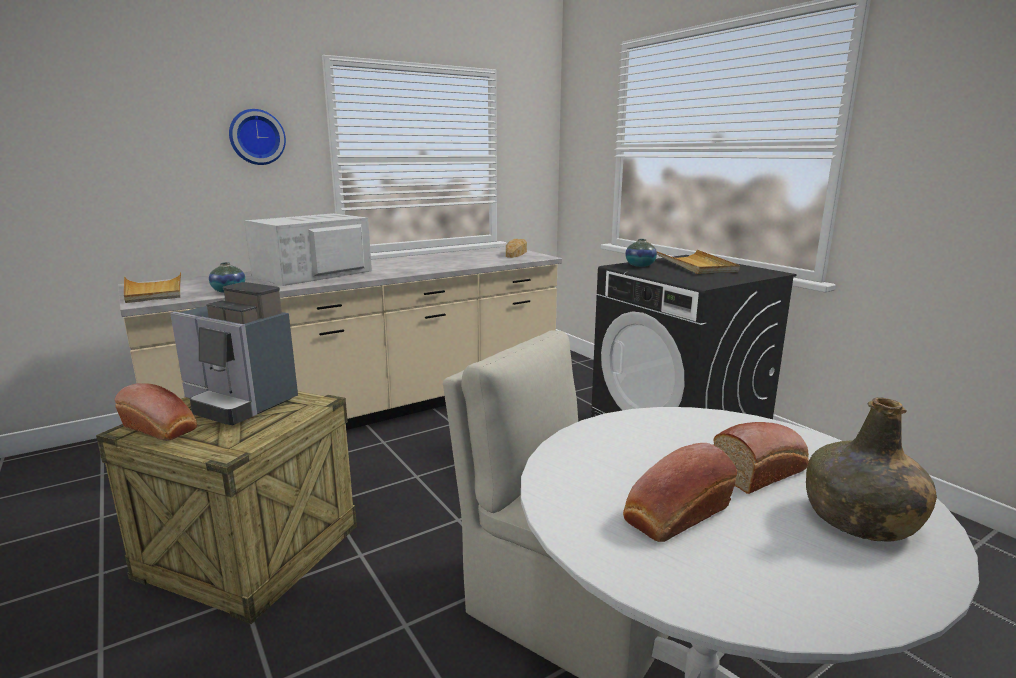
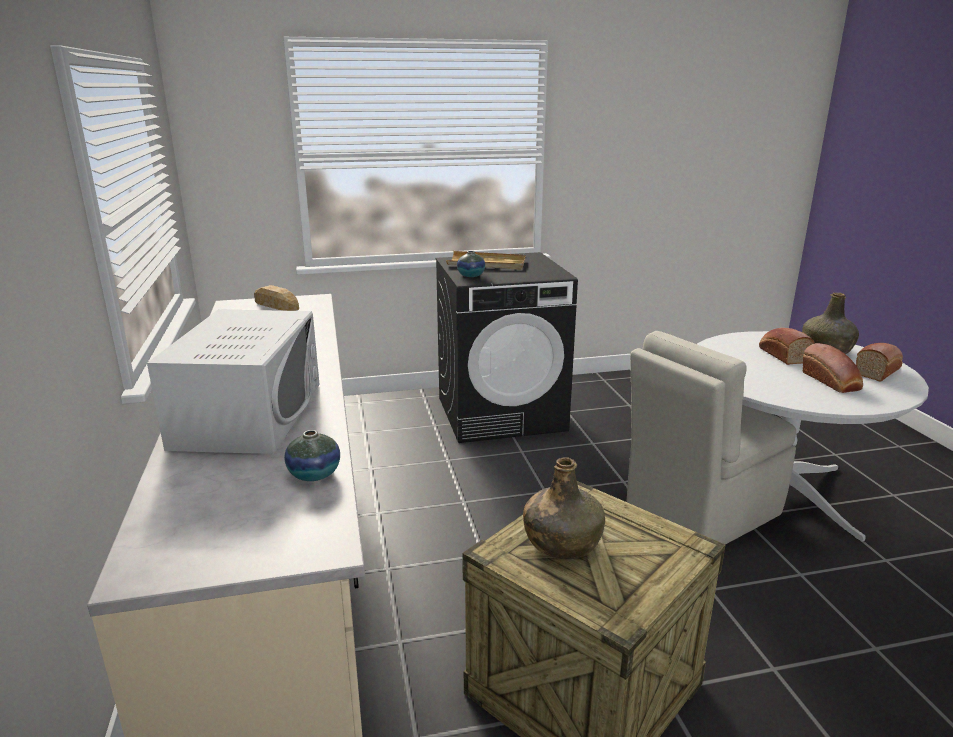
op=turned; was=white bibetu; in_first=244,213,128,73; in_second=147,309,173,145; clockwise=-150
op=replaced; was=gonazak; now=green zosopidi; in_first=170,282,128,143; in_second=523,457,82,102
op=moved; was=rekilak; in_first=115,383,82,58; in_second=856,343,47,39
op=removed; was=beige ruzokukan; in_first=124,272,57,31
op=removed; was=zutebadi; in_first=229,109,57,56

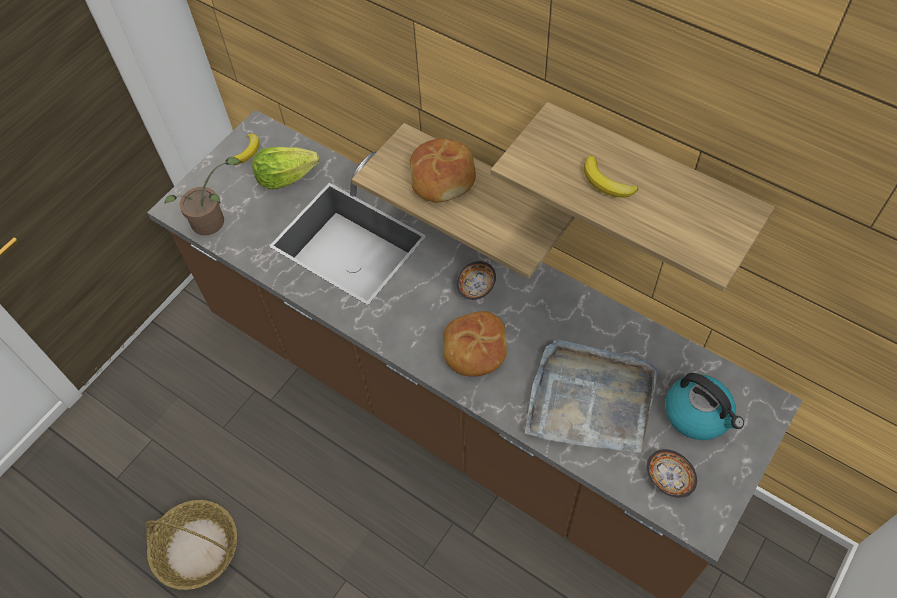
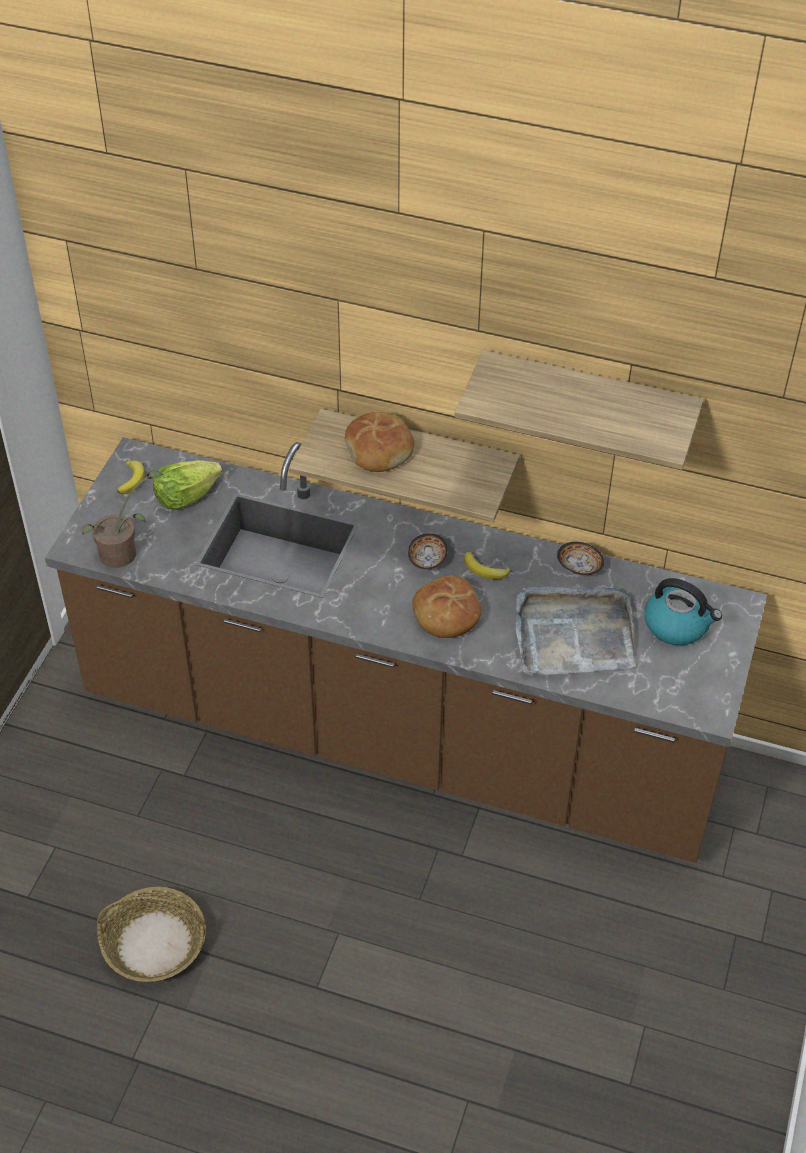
op=moved; was=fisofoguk; in_first=584,156,54,42; in_second=464,552,47,27
op=moved; was=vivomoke; in_first=647,449,50,49; in_second=557,542,47,33

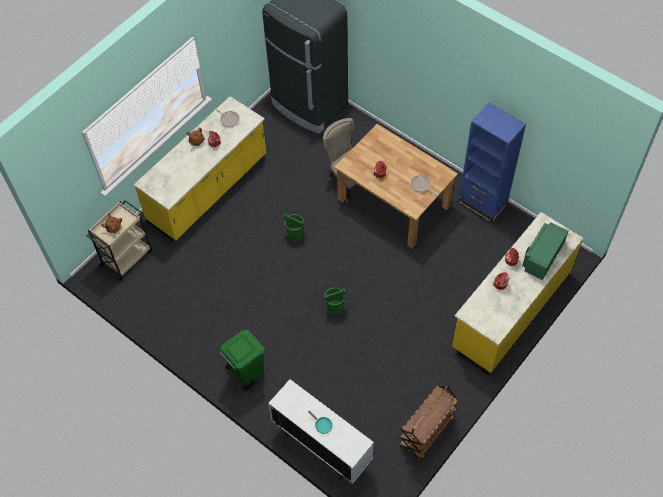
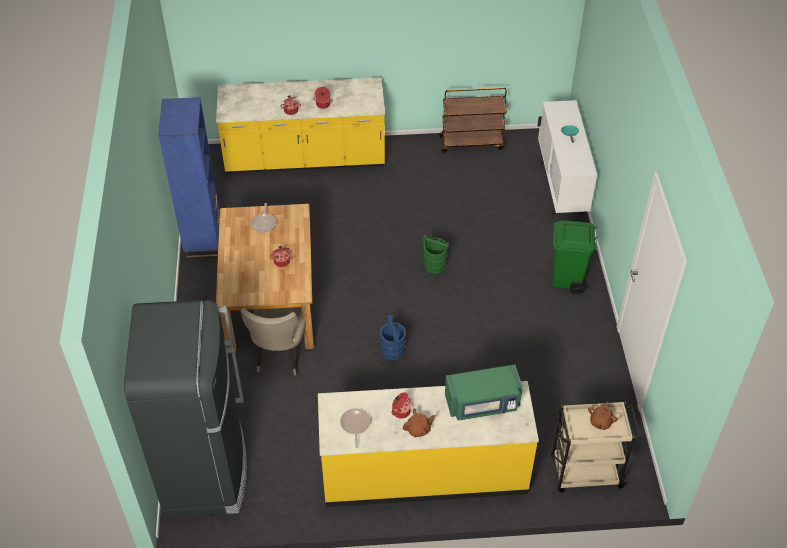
op=recoloured; was=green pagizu; now=blue pagizu; in_first=284,213,20,29; in_second=380,316,26,44
op=moved; was=green bibetu; in_first=522,222,46,58; in_second=445,364,78,57

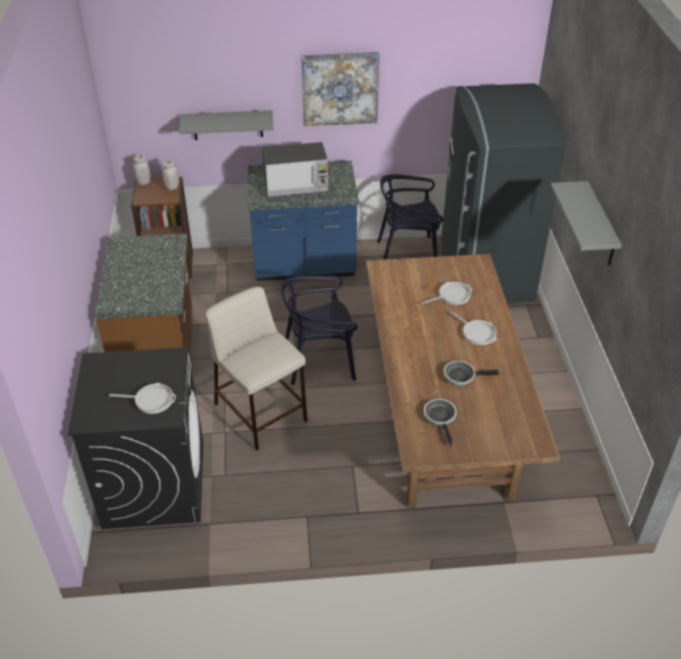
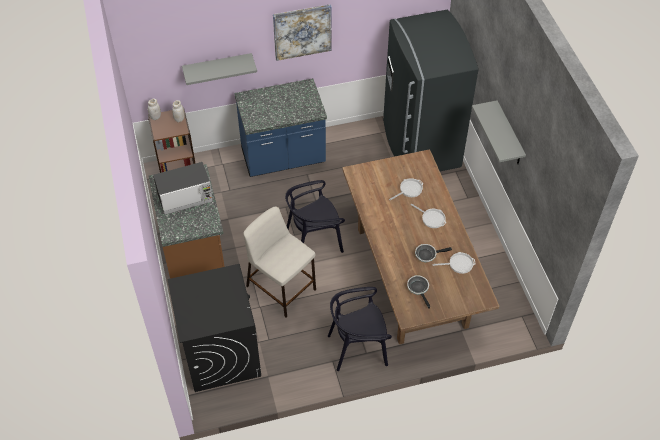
op=moved; was=bibetu; in_first=262,142,66,55; in_second=153,162,60,53
op=moved; was=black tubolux; in_first=377,174,66,86; in_second=328,287,64,84
op=moved; was=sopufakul; in_first=109,383,67,31; in_second=433,252,43,22

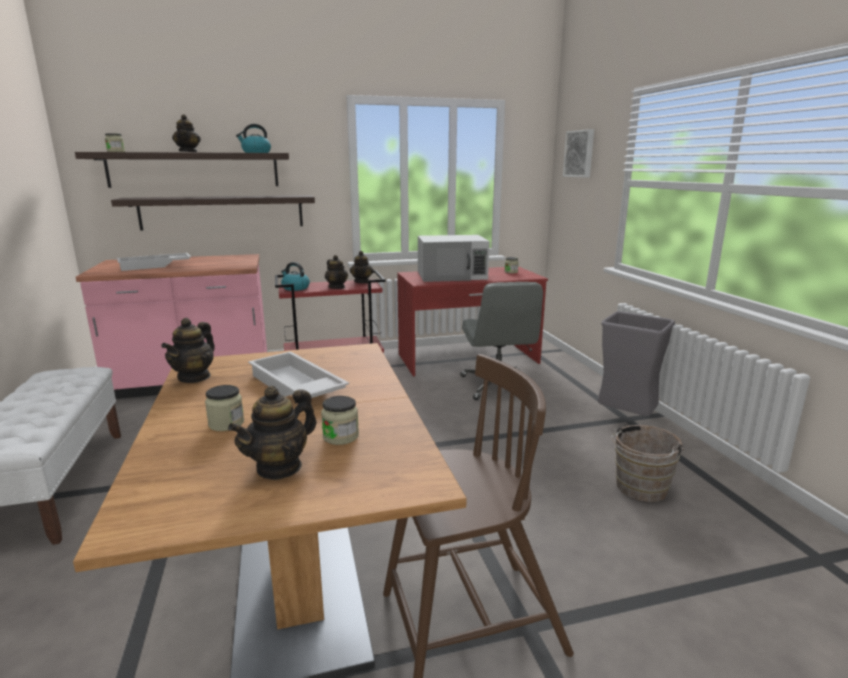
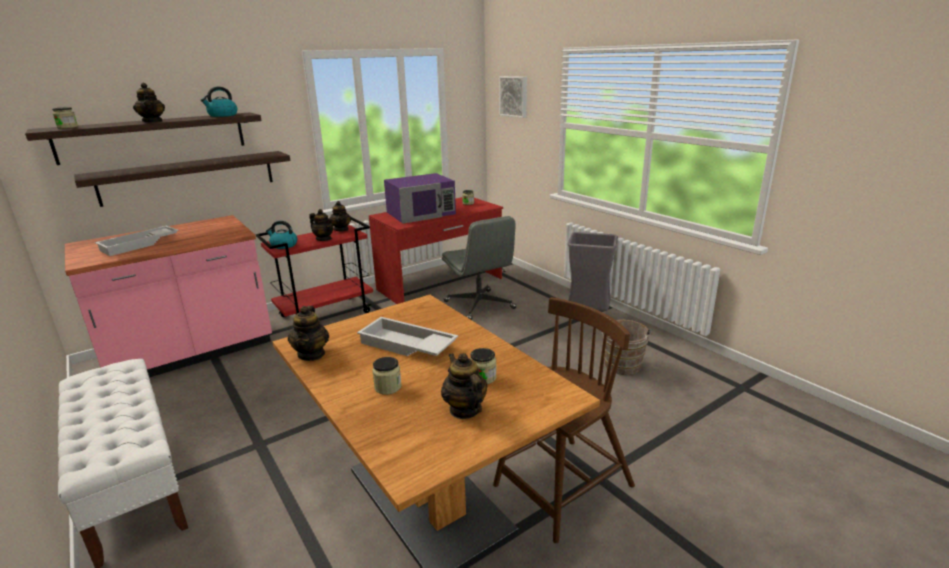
op=recoloured; was=white bibetu; now=purple bibetu; in_first=418,235,72,47; in_second=384,173,72,50
op=turned; was=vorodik; in_first=228,386,89,94; in_second=441,353,46,66; clockwise=135

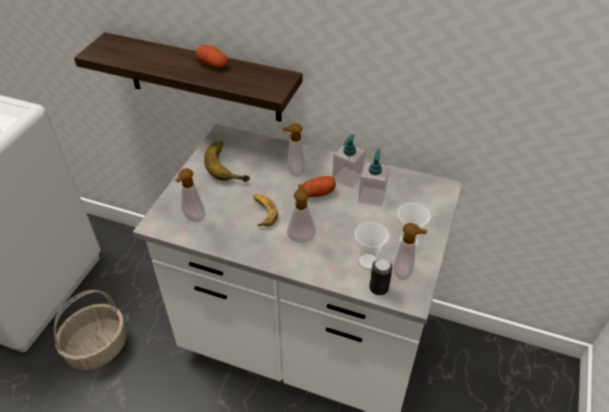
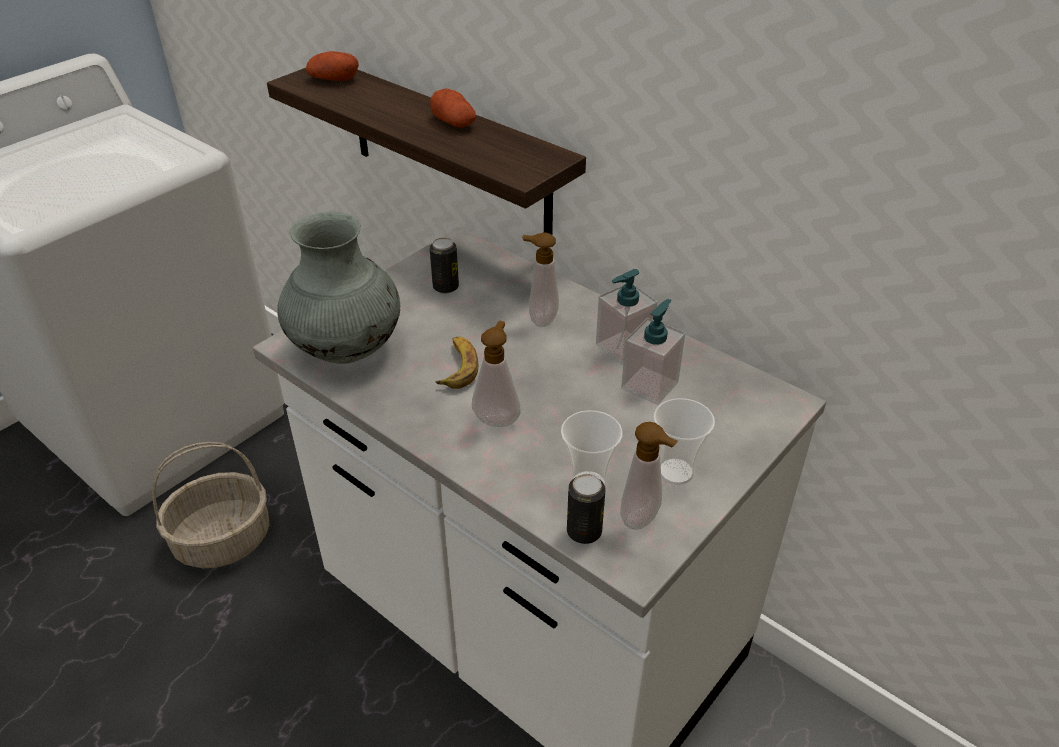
op=replaced; was=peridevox; now=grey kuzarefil; in_first=174,168,31,54; in_second=277,211,123,153
op=moved; was=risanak; in_first=303,176,33,21; in_second=306,51,53,30
op=replaced; was=fisofoguk; now=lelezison; in_first=204,141,46,41; in_second=430,238,29,56

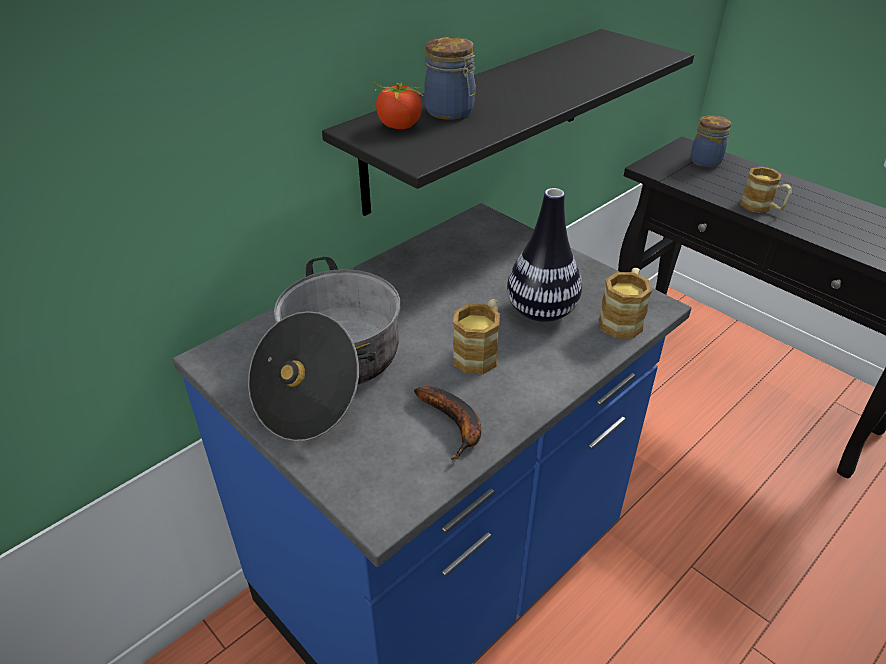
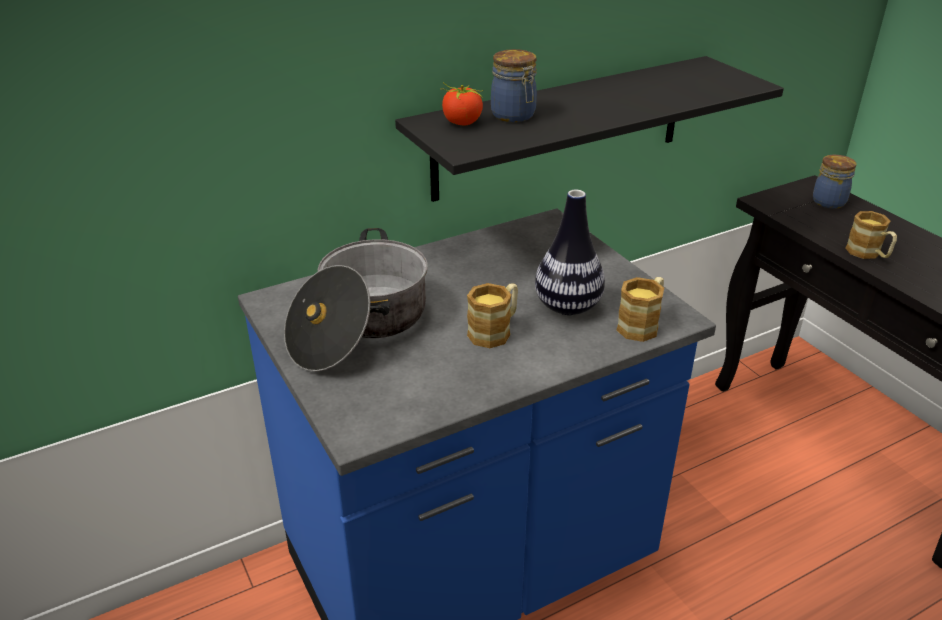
op=removed; was=fisofoguk; in_first=414,386,67,74

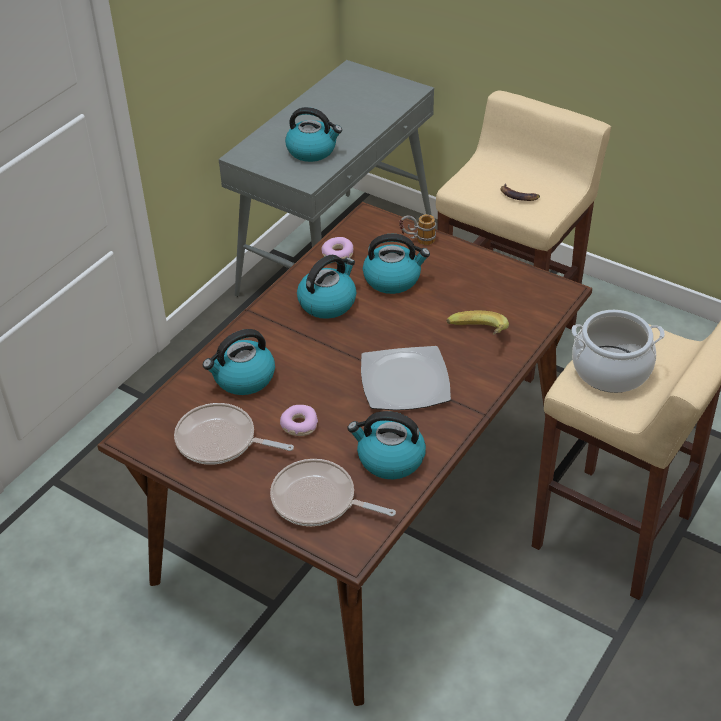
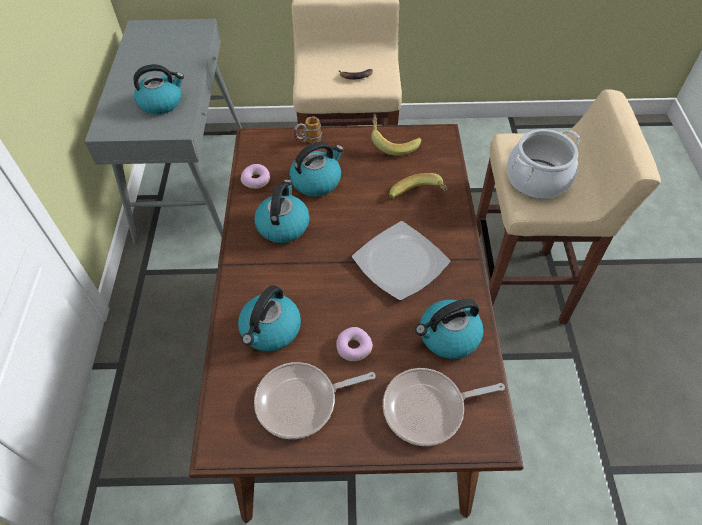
op=added; now=fisofoguk; in_second=371,114,50,42

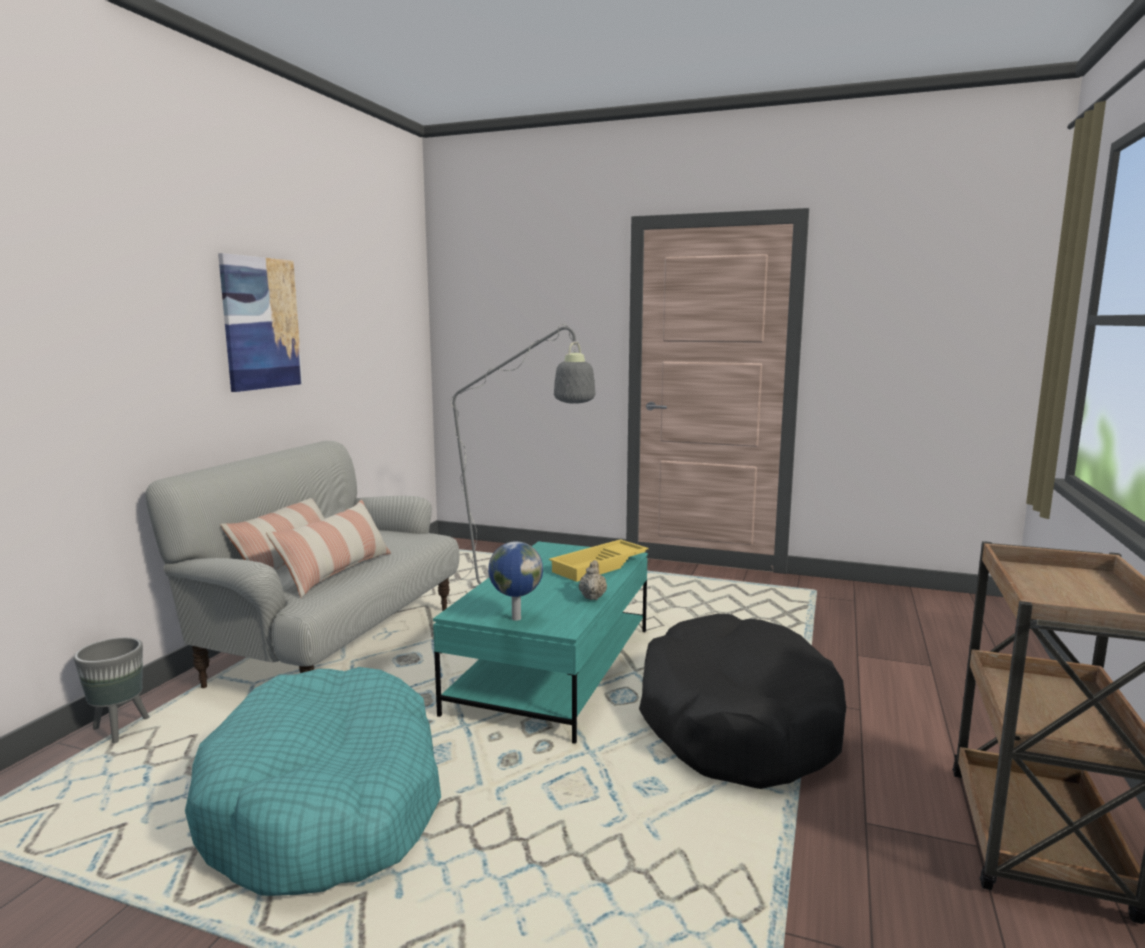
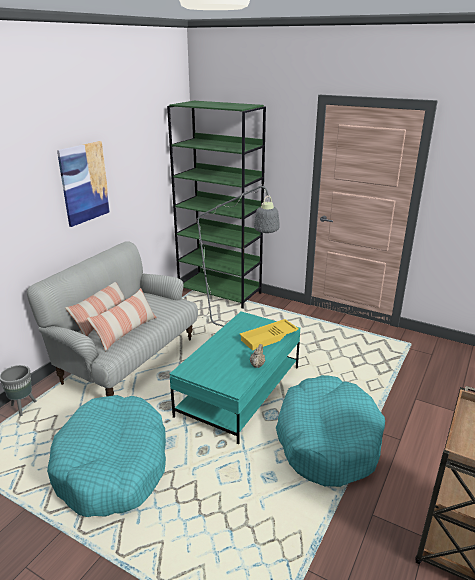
op=added; now=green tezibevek; in_second=167,101,99,208
op=recoloured; was=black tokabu; now=turquoise tokabu; in_first=639,614,207,175; in_second=276,375,109,112
op=removed; was=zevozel; in_first=488,541,55,80

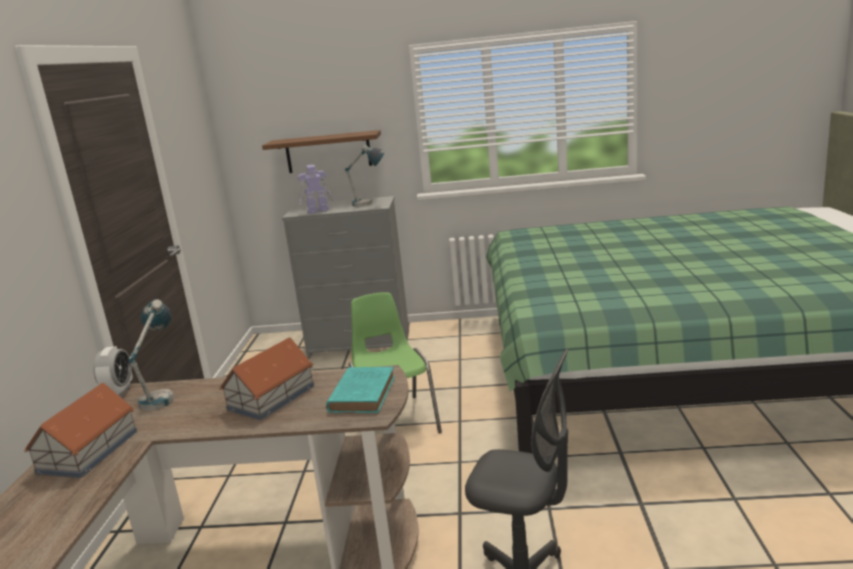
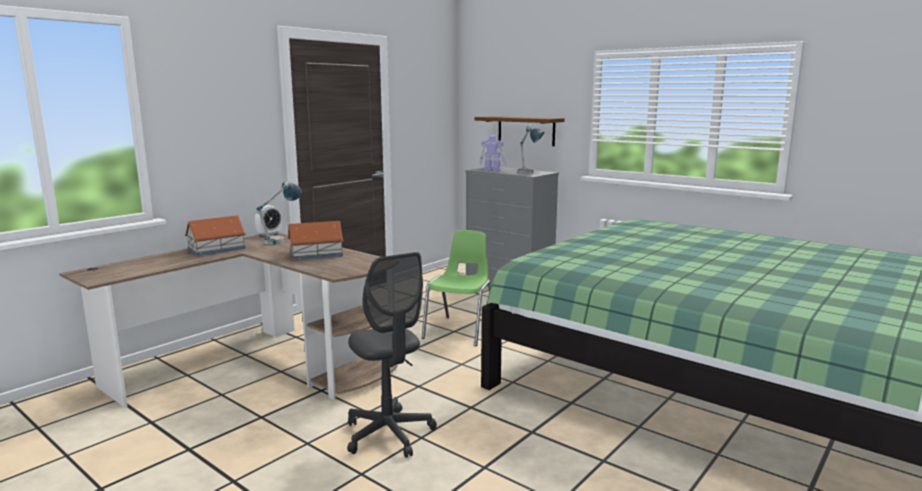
op=removed; was=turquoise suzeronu; in_first=326,367,69,46

